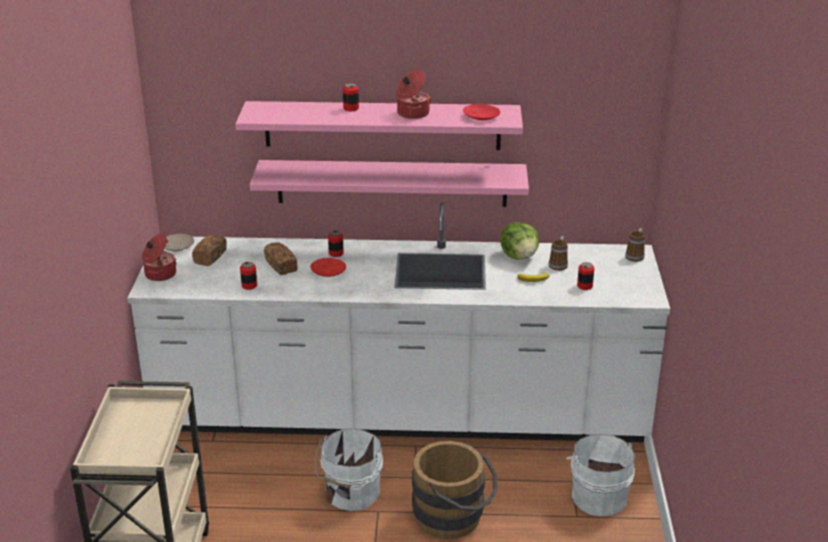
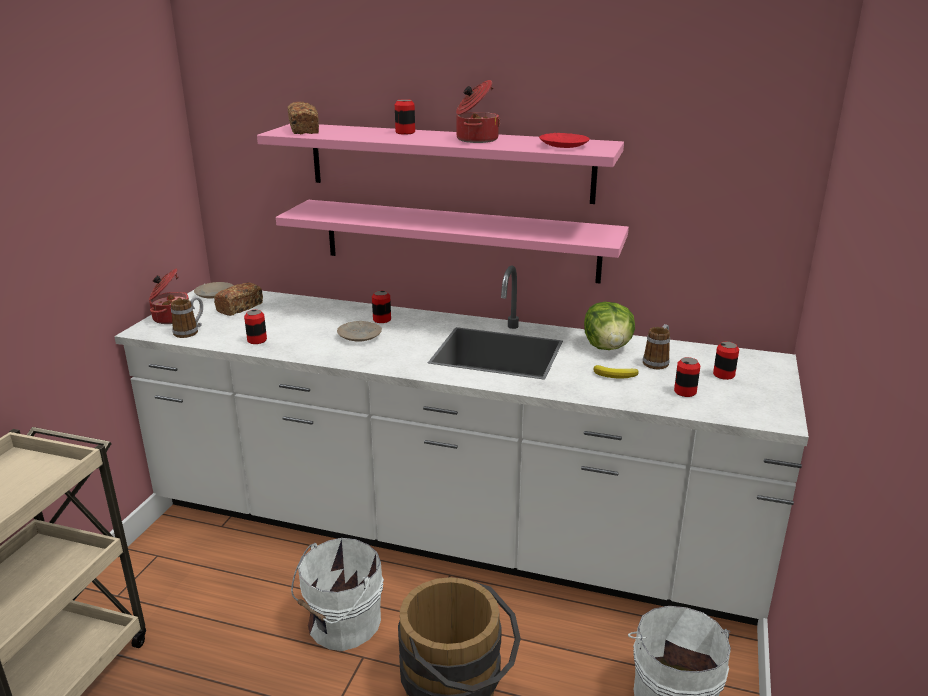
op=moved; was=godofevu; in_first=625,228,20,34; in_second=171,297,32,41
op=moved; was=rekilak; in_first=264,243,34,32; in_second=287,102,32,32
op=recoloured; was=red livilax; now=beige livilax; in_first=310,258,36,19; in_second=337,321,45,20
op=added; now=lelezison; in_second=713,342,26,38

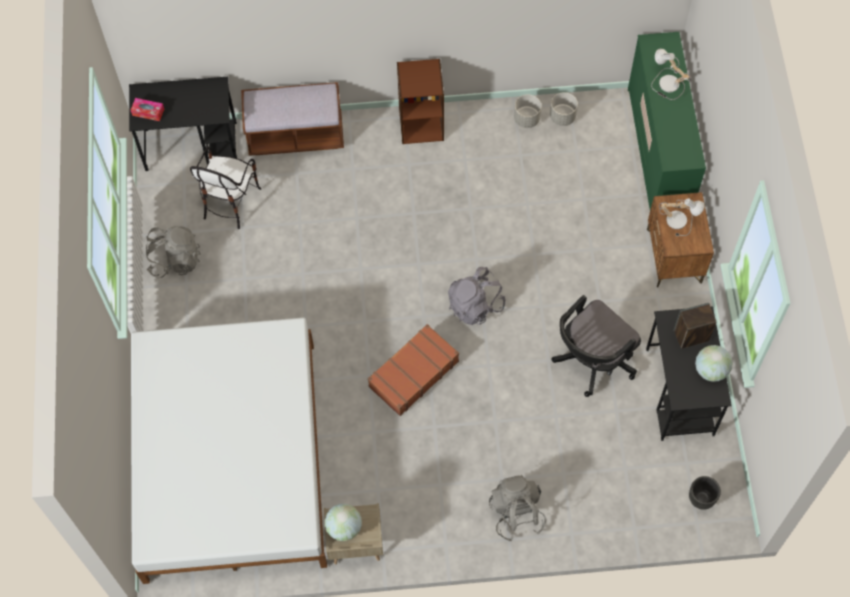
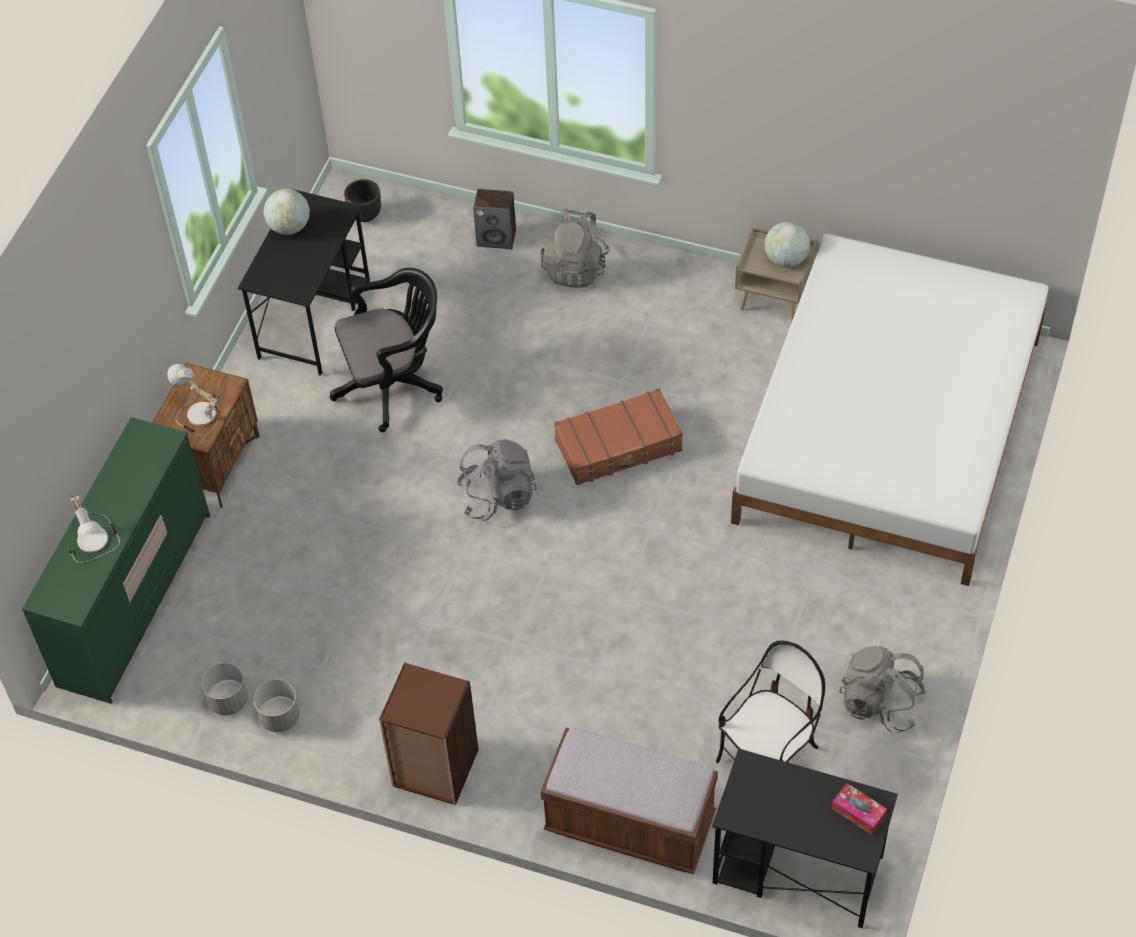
op=moved; was=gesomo; in_first=673,303,44,46; in_second=473,189,43,60

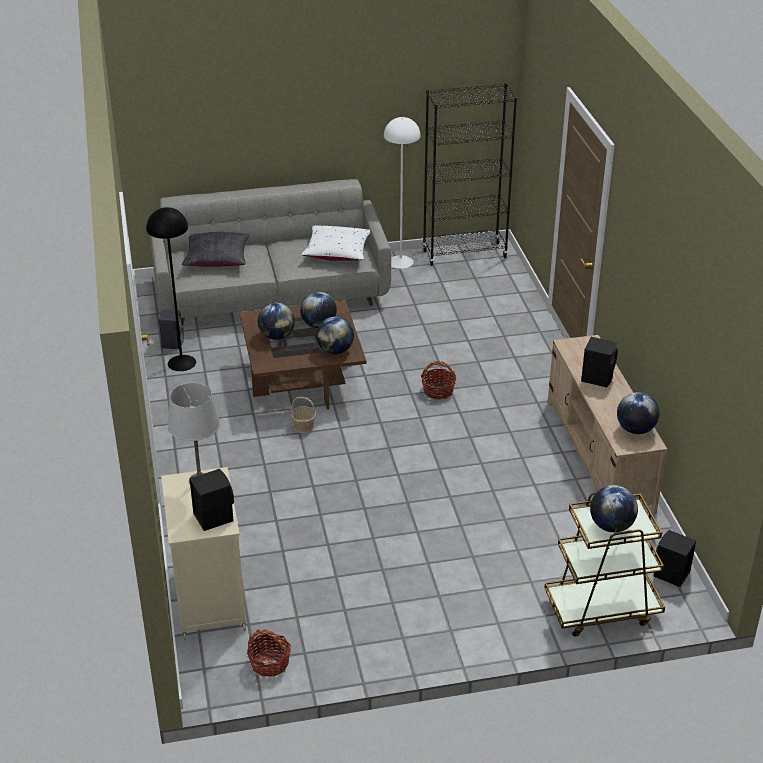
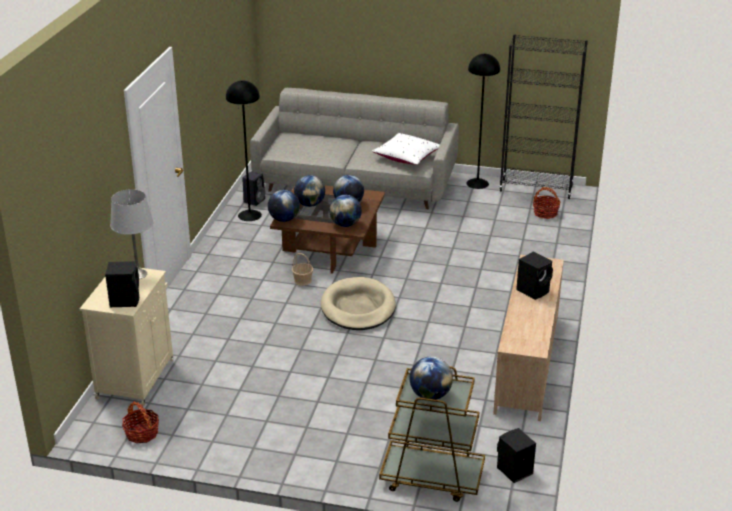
op=moved; was=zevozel; in_first=617,392,42,42; in_second=268,190,32,32
op=added; now=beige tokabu; in_second=321,277,75,53
op=recoloured; was=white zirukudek; now=black zirukudek; in_first=384,117,37,152; in_second=466,54,34,135
op=moved; was=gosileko; in_first=421,361,35,39; in_second=533,187,27,32
op=removed; was=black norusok; in_first=182,232,68,35

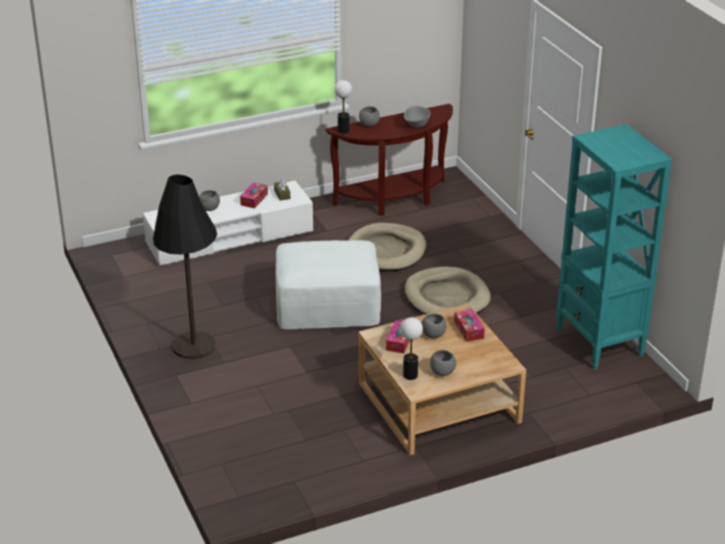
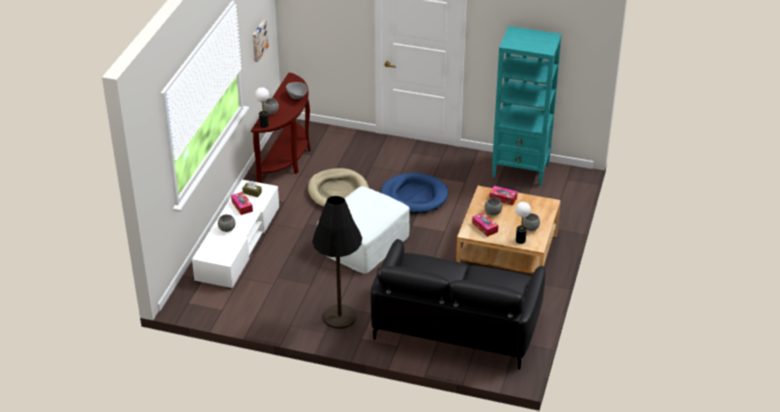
op=added; now=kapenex; in_second=252,19,17,43
op=added; now=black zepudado; in_second=370,239,175,131
op=recoloured; was=beige tokabu; now=blue tokabu; in_first=405,267,86,48; in_second=380,173,68,41

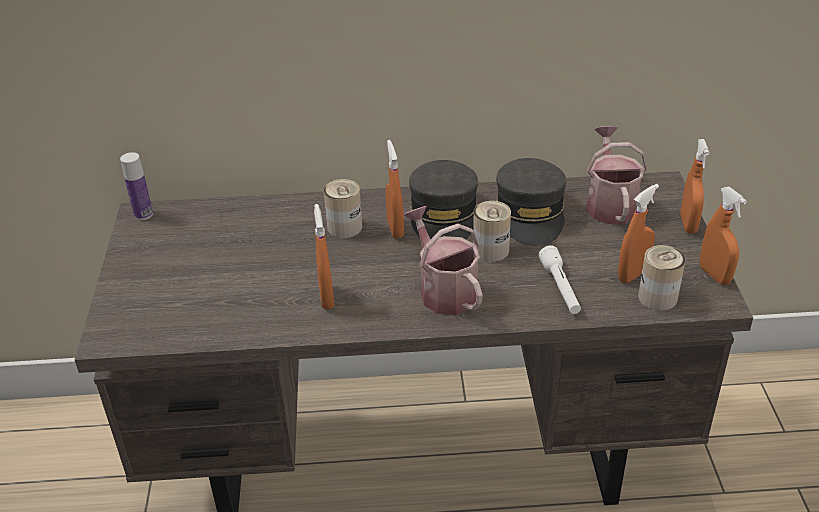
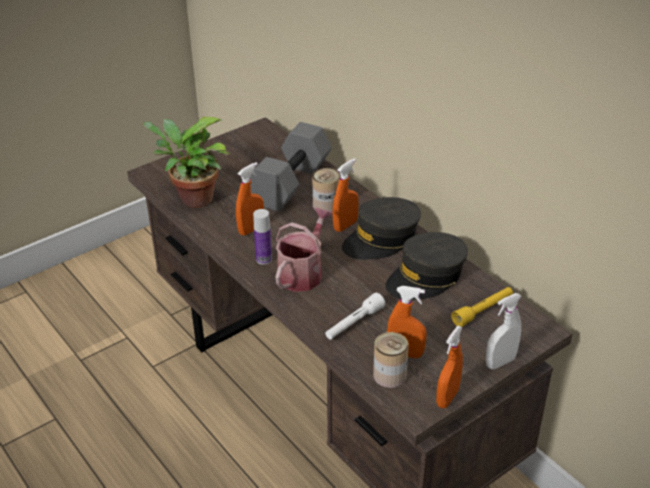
op=added; now=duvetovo; in_second=142,117,88,91
op=added; now=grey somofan; in_second=249,122,83,90
op=moved; was=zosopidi; in_first=120,152,33,68; in_second=253,209,19,56
op=replaced; was=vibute; now=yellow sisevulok; in_first=586,126,61,98; in_second=451,287,62,40
op=recoloured; was=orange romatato; now=white romatato; in_first=680,139,29,95; in_second=486,293,36,76
op=removed; was=lelezison; in_first=473,201,38,61

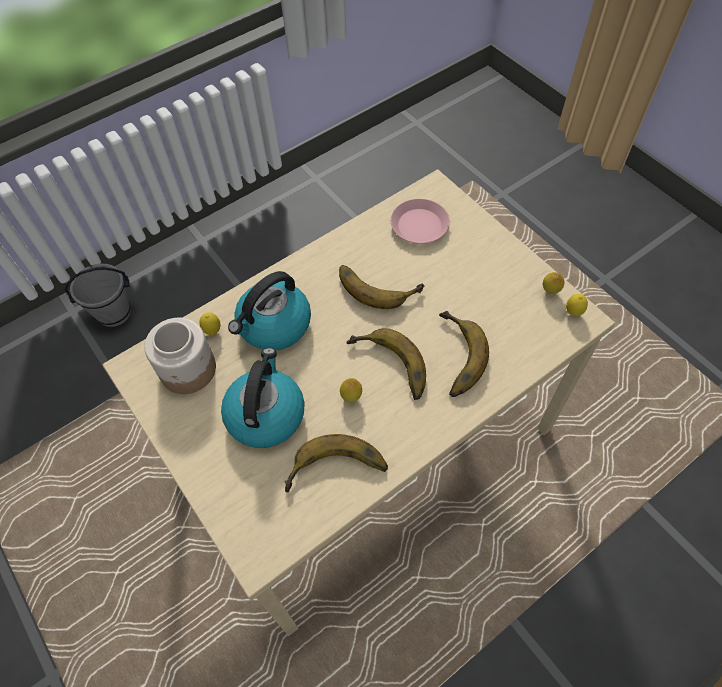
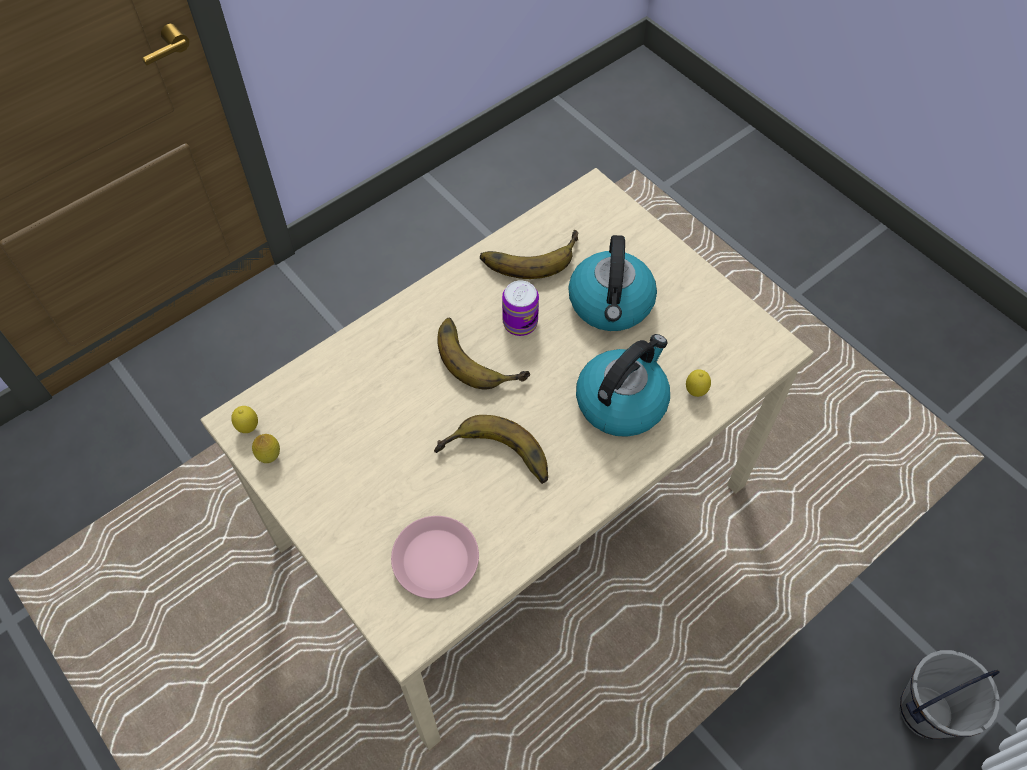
op=replaced; was=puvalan; now=lelezison; in_first=340,378,22,25; in_second=502,280,37,56
op=removed; was=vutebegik; in_first=144,318,72,76
op=removed; was=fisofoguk; in_first=439,311,50,86

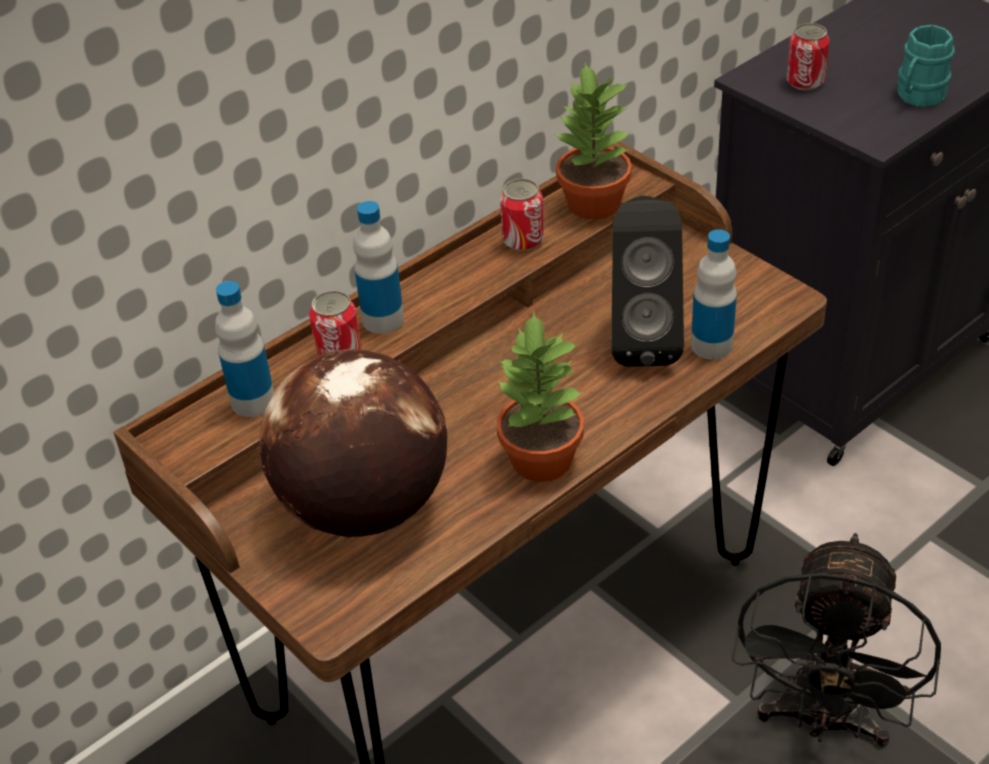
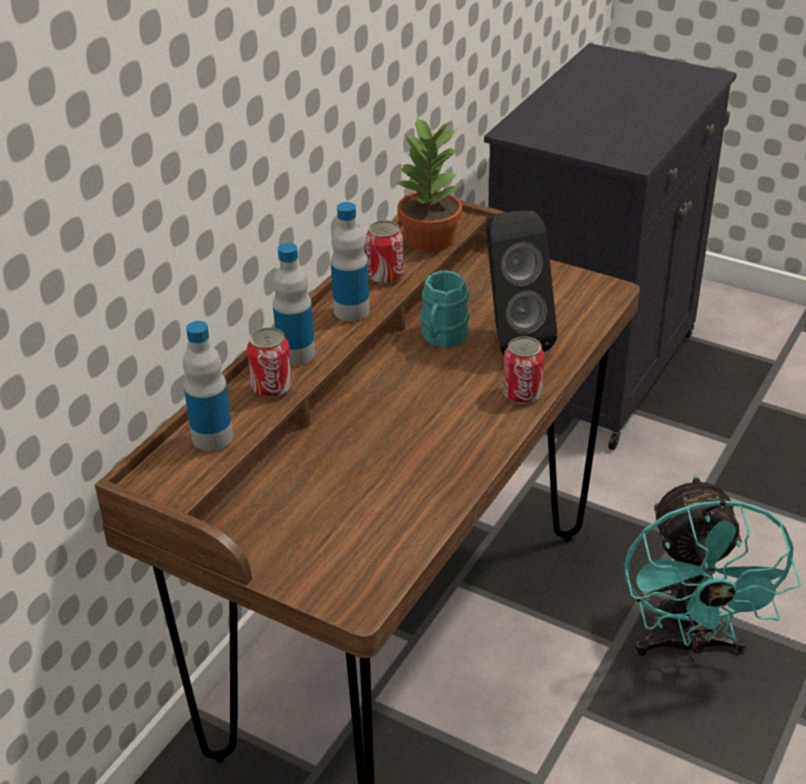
op=moved; was=zosopidi; in_first=691,229,46,131; in_second=331,202,39,119
op=moved; was=turquoise godofevu; in_first=897,25,58,82; in_second=420,270,49,78
op=moved; was=lelezison; in_first=786,23,44,67; in_second=503,336,42,68
op=recoloured; was=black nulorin; now=turquoise nulorin; in_first=732,533,209,215; in_second=624,475,177,186
op=removed; was=zevozel; in_first=259,349,189,189
op=removed; was=duvetovo; in_first=497,312,87,170

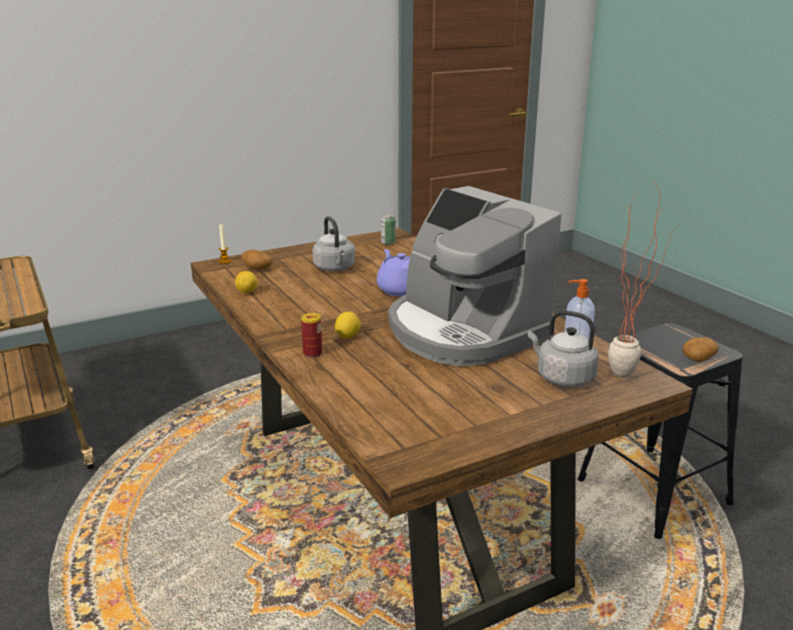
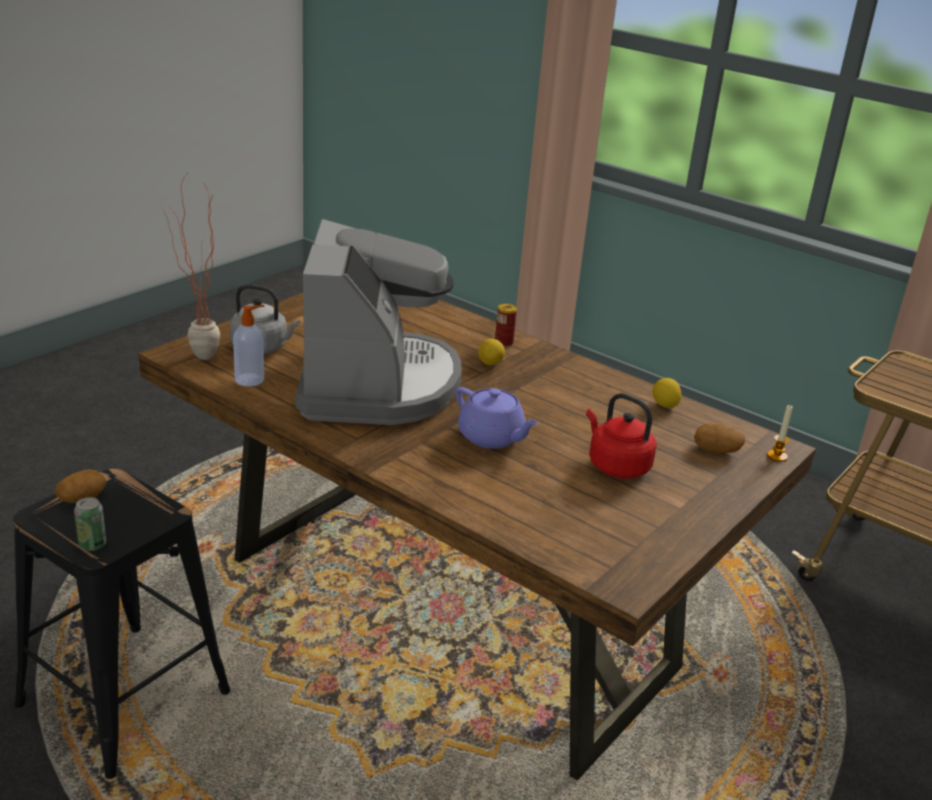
op=moved; was=lelezison; in_first=381,214,15,31; in_second=74,497,32,54
op=turned; was=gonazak; in_first=388,186,173,180; in_second=295,219,167,206; clockwise=60
op=recoloured; was=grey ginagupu; now=red ginagupu; in_first=312,216,43,55; in_second=586,393,71,86

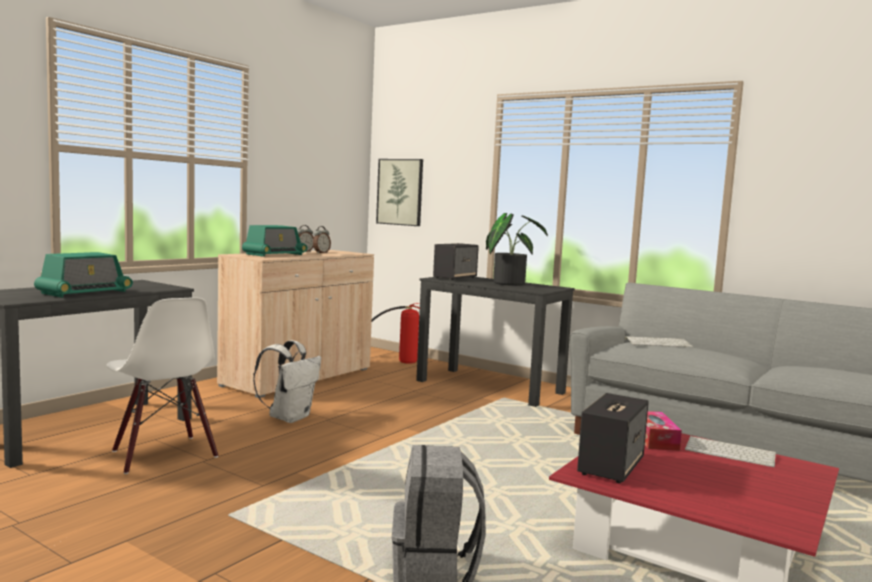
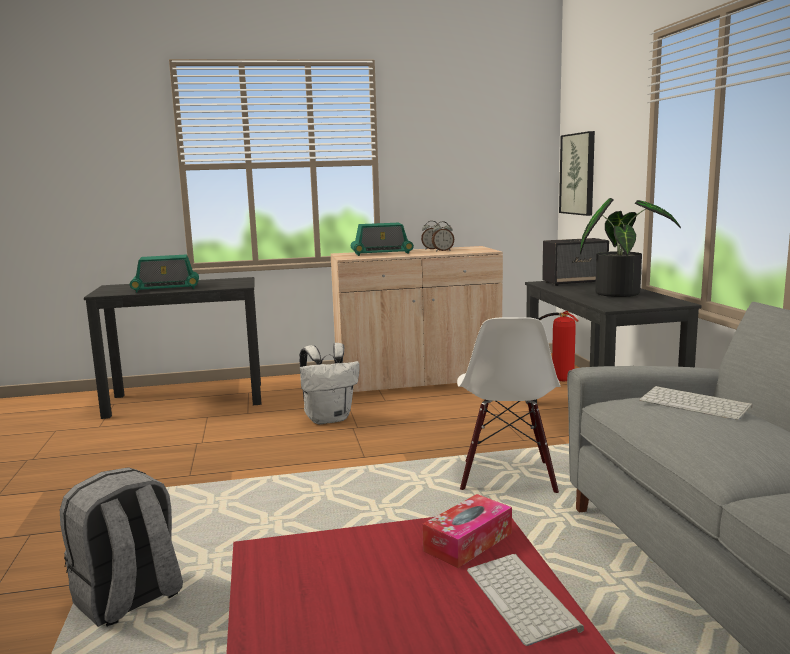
op=moved; was=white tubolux; in_first=107,297,111,177; in_second=457,317,104,176
op=removed; was=gesomo; in_first=577,393,72,90

